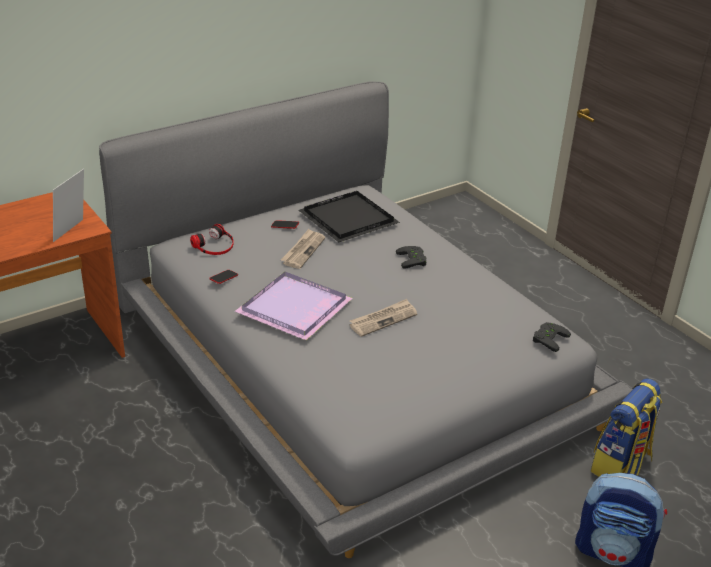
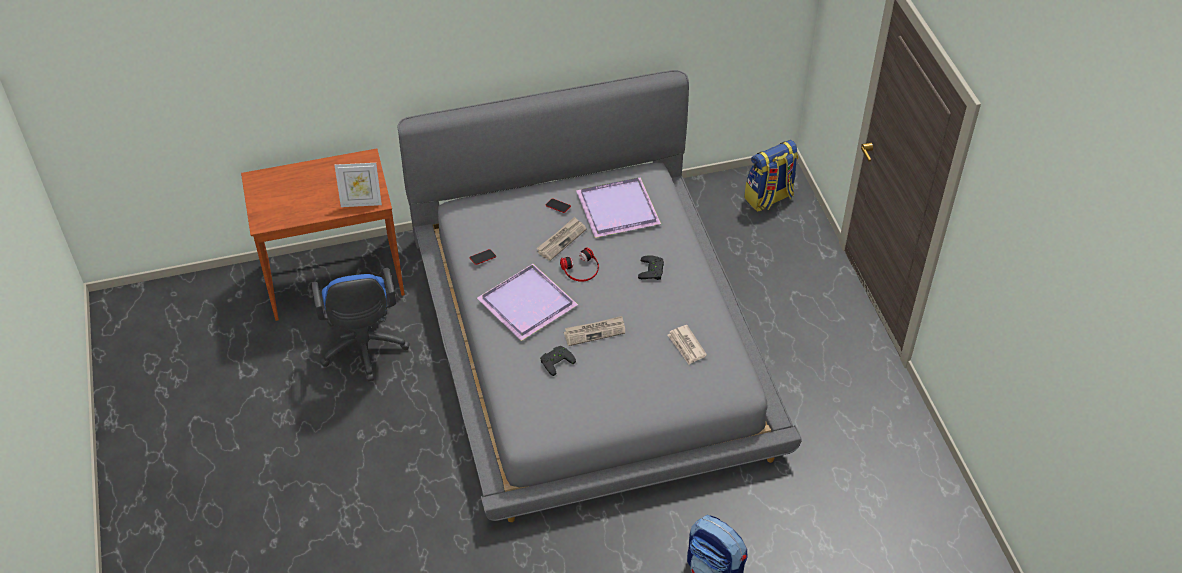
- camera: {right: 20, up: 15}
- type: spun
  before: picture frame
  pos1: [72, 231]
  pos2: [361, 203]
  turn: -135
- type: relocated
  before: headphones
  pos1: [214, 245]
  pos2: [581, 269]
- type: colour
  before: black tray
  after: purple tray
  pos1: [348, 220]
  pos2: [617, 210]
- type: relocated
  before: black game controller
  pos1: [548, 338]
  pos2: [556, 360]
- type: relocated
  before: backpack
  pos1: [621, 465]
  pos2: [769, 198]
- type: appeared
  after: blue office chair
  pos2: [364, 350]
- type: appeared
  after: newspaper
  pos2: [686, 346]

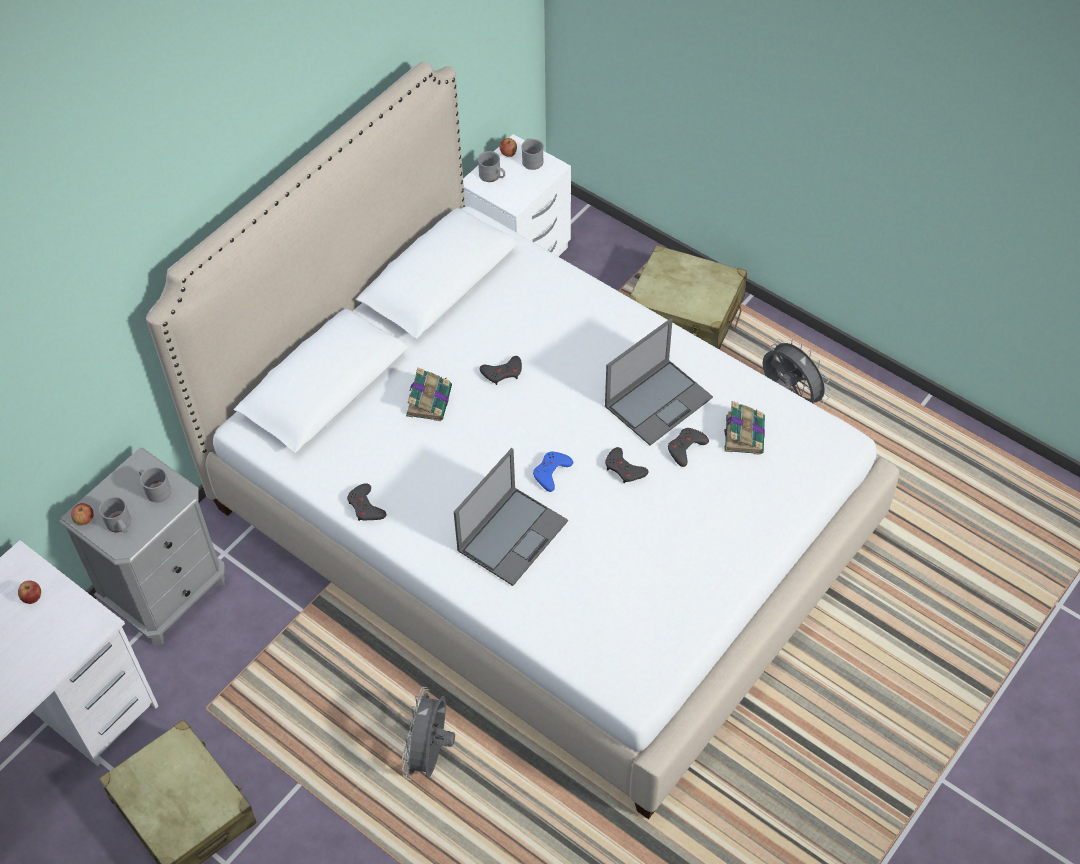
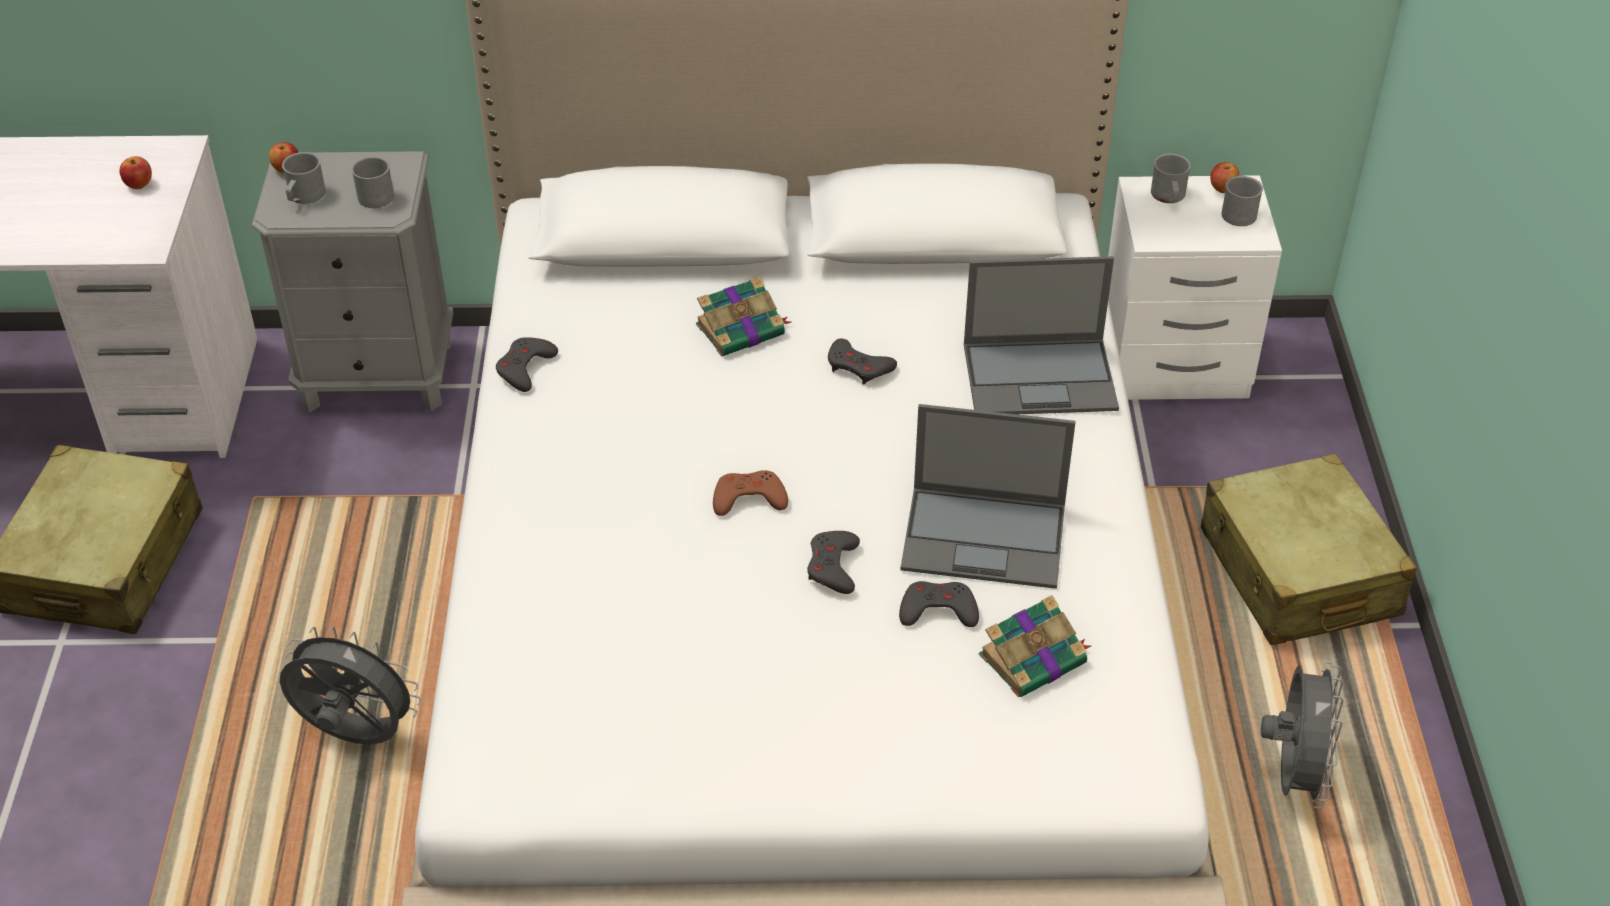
- camera: {right: 50, up: -10}
- type: spun
  before: grey fan
  pos1: [430, 755]
  pos2: [355, 736]
  turn: 45
- type: relocated
  before: laptop
  pos1: [513, 534]
  pos2: [1041, 376]
- type: colour
  before: blue game controller
  after: brown game controller
  pos1: [551, 472]
  pos2: [749, 499]

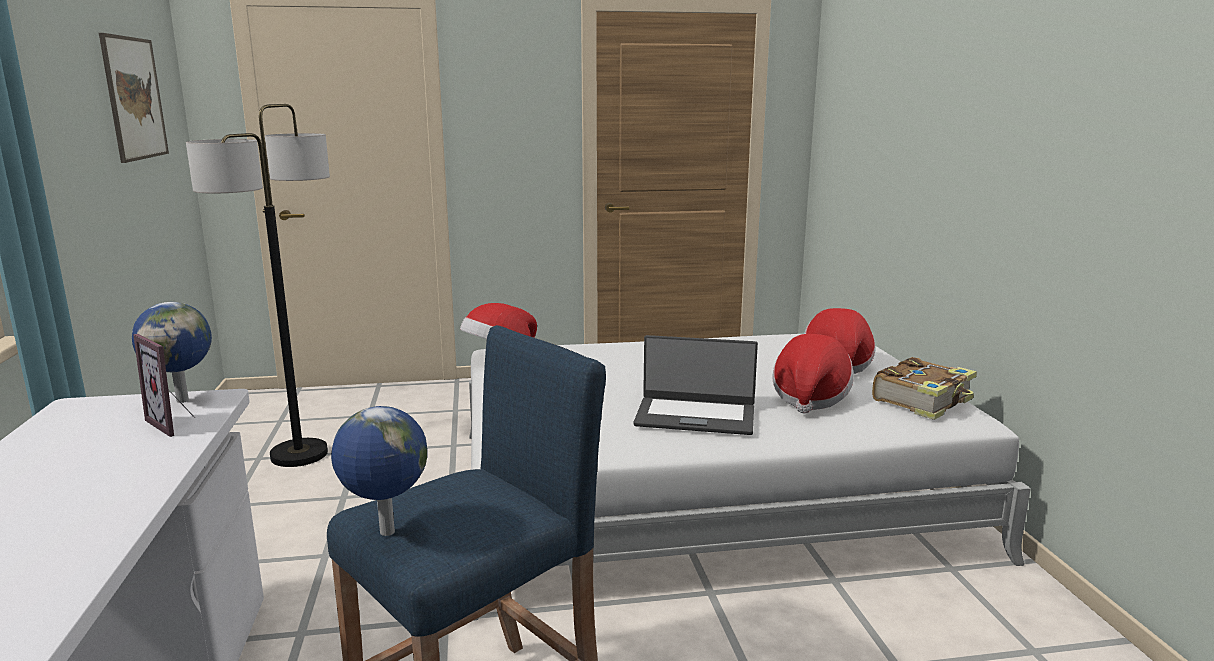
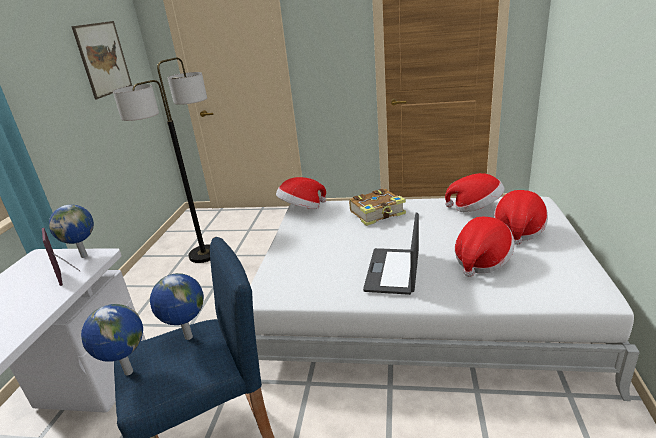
- camera: {right: 20, up: 10}
- type: spun
  before: laptop
  pos1: [695, 416]
  pos2: [393, 271]
  turn: 75
- type: relocated
  before: book
  pos1: [924, 401]
  pos2: [378, 213]
- type: appeared
  after: globe
  pos2: [188, 337]
- type: appeared
  after: hat
  pos2: [475, 208]

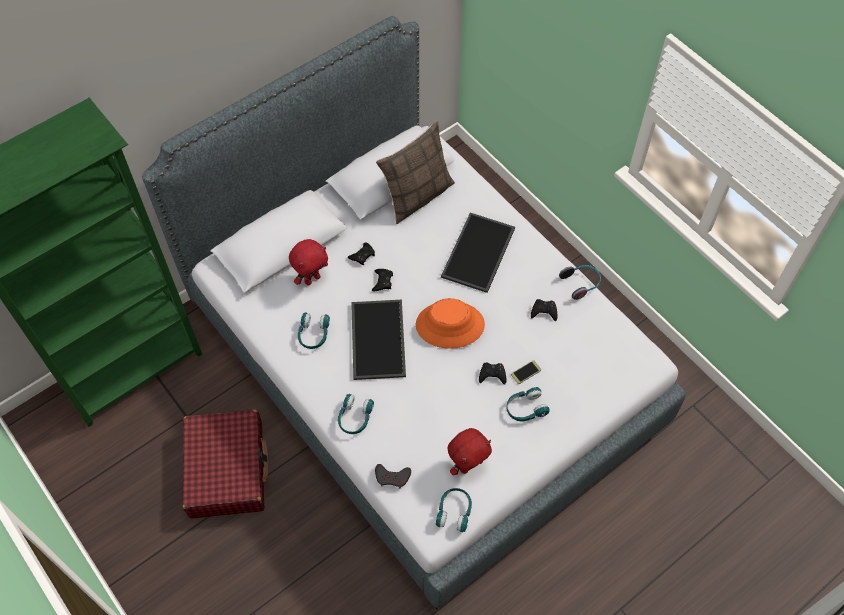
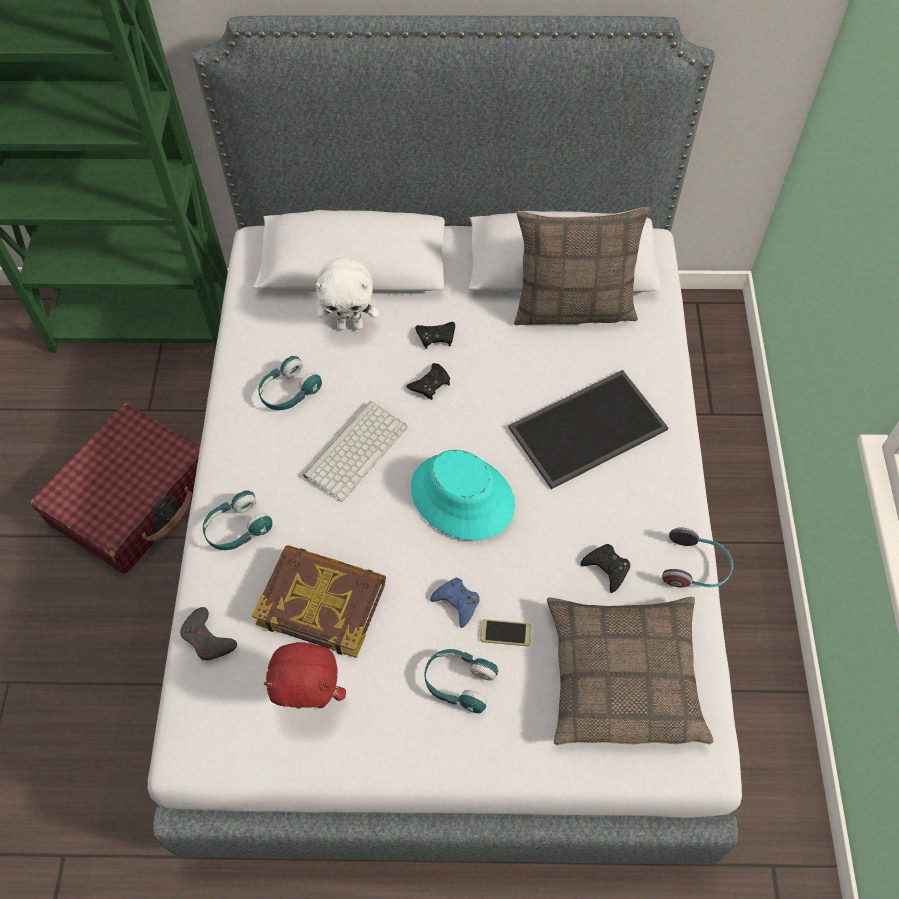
- camera: {right: 40, up: 0}
- type: colour
  before: red plush toy
  after: white plush toy
  pos1: [312, 279]
  pos2: [350, 325]
- type: exchanged
  before: tray
  after: keyboard
  pos1: [376, 338]
  pos2: [355, 449]
- type: colour
  before: orange hat
  after: turquoise hat
  pos1: [450, 325]
  pos2: [462, 497]
- type: missing
  before: turquoise headphones
  pos1: [454, 512]
- type: colour
  before: black game controller
  after: blue game controller
  pos1: [492, 375]
  pos2: [457, 602]
- type: appeared
  after: book
  pos2: [322, 602]
- type: appeared
  after: pillow
  pos2: [623, 675]

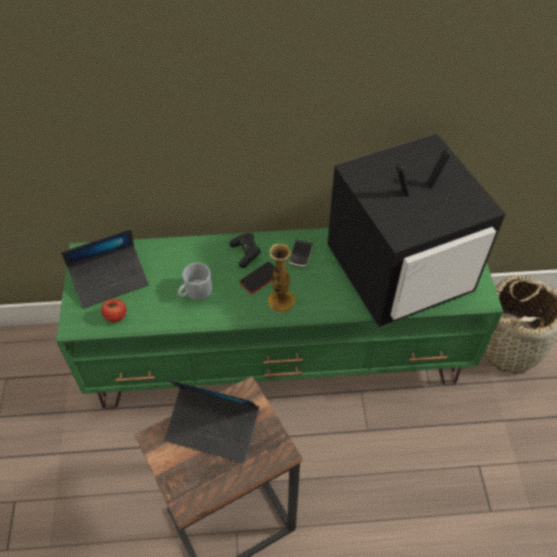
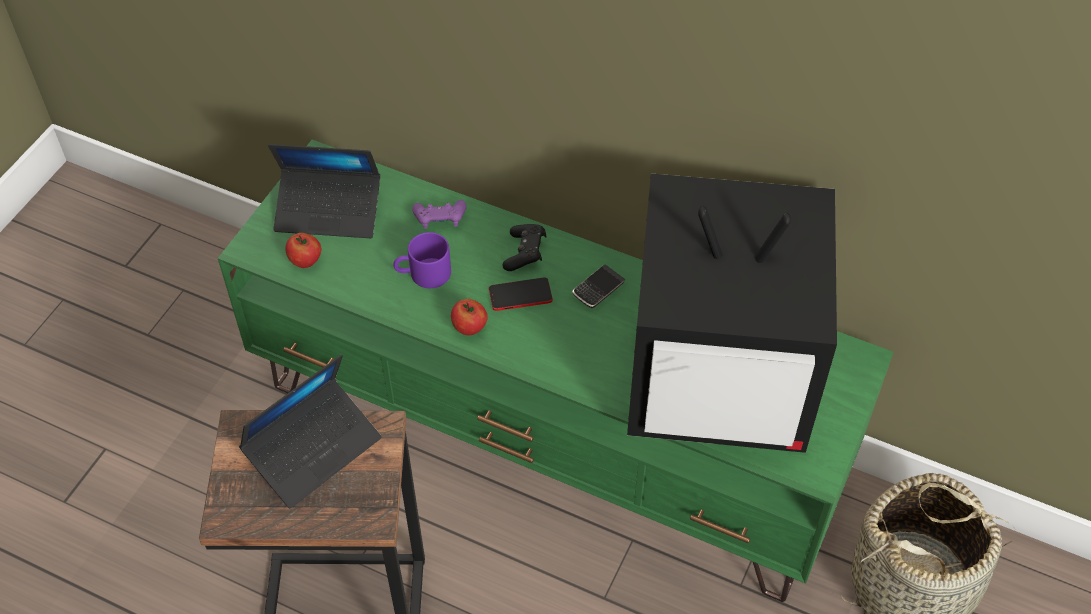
- camera: {right: 30, up: 0}
- type: spun
  before: laptop
  pos1: [213, 428]
  pos2: [313, 449]
  turn: -90
- type: colour
  before: grey mug
  after: purple mug
  pos1: [195, 292]
  pos2: [423, 274]
- type: missing
  before: vase
  pos1: [281, 300]
- type: appeared
  after: purple game controller
  pos2: [440, 221]
- type: appeared
  after: apple
  pos2: [469, 328]

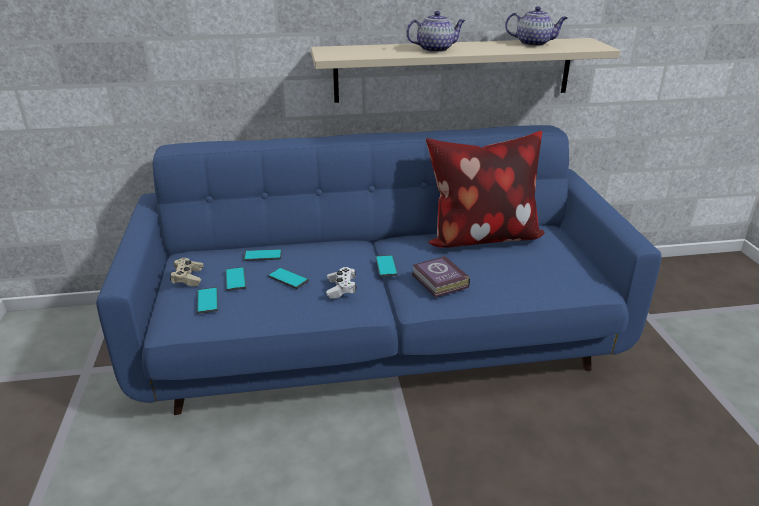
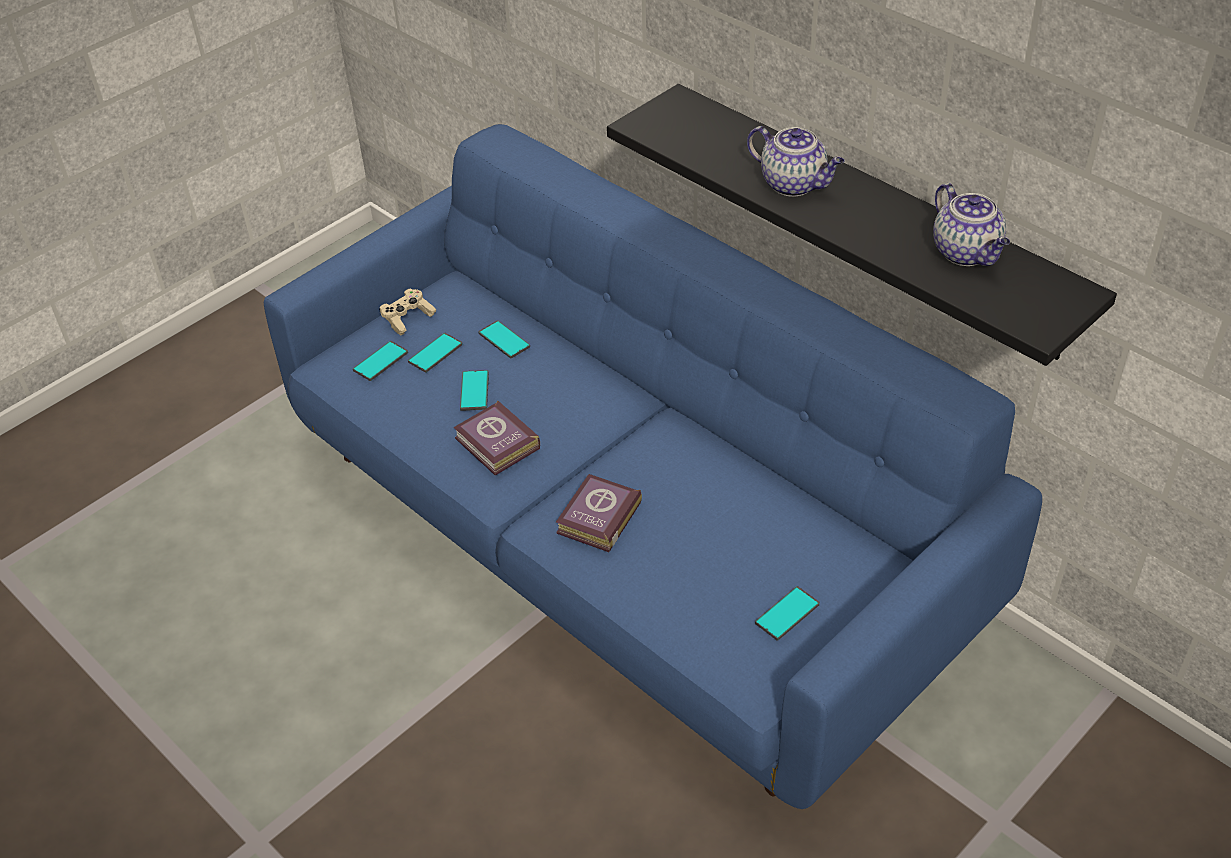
- camera: {right: 55, up: 15}
- type: colour
  before: beige shelf
  after: black shelf
  pos1: [454, 70]
  pos2: [872, 219]
- type: exchanged
  before: white game controller
  after: book
  pos1: [341, 289]
  pos2: [497, 445]
- type: relocated
  before: phone
  pos1: [386, 266]
  pos2: [787, 613]
- type: missing
  before: pillow
  pos1: [481, 238]

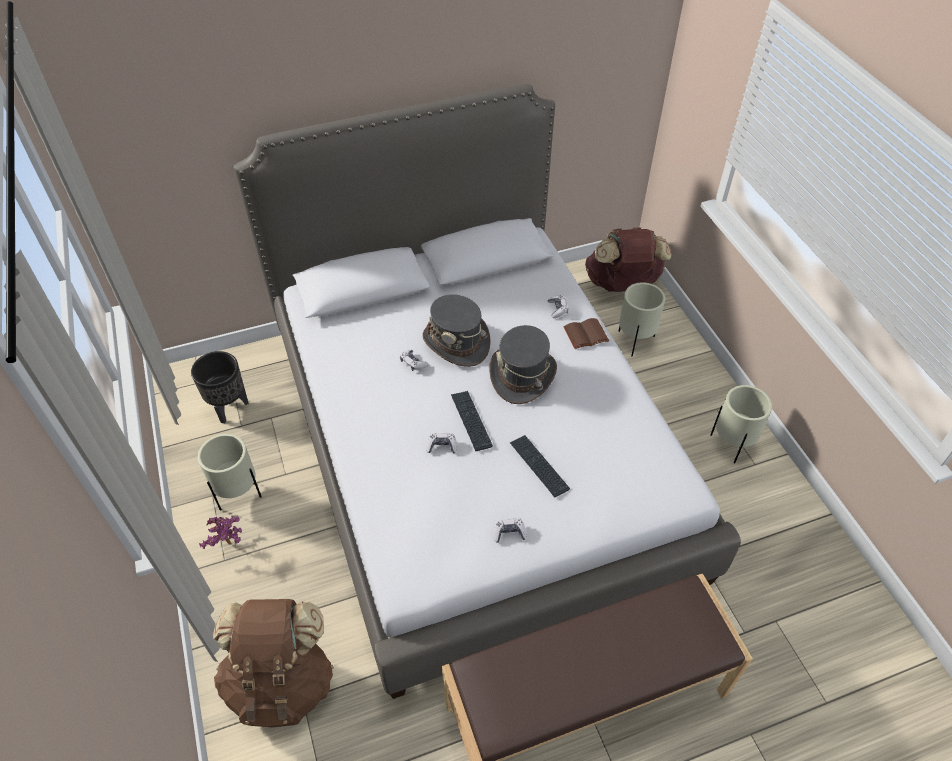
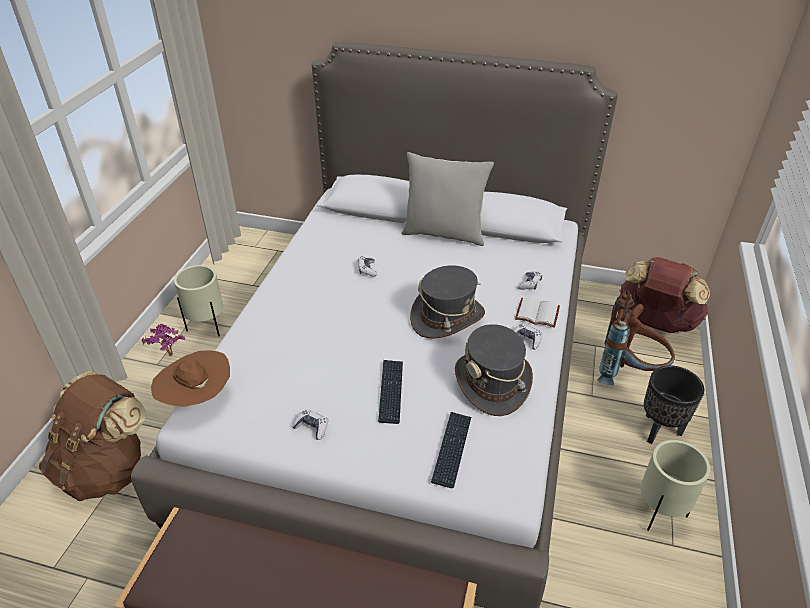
- camera: {right: 35, up: -10}
- type: relocated
  before: black planter
  pos1: [229, 407]
  pos2: [659, 430]
- type: relocated
  before: grey hat
  pos1: [456, 342]
  pos2: [492, 383]
- type: relocated
  before: game controller
  pos1: [442, 446]
  pos2: [526, 339]
- type: relocated
  before: keyboard
  pos1: [471, 421]
  pos2: [452, 449]
- type: colour
  before: brown book
  after: white book
  pos1: [585, 335]
  pos2: [536, 314]
- type: exchanged
  before: beige planter
  after: brown backpack
  pos1: [634, 341]
  pos2: [629, 372]
- type: appeared
  after: brown hat
  pos2: [197, 398]
- type: appeared
  after: grey pillow
  pos2: [444, 233]

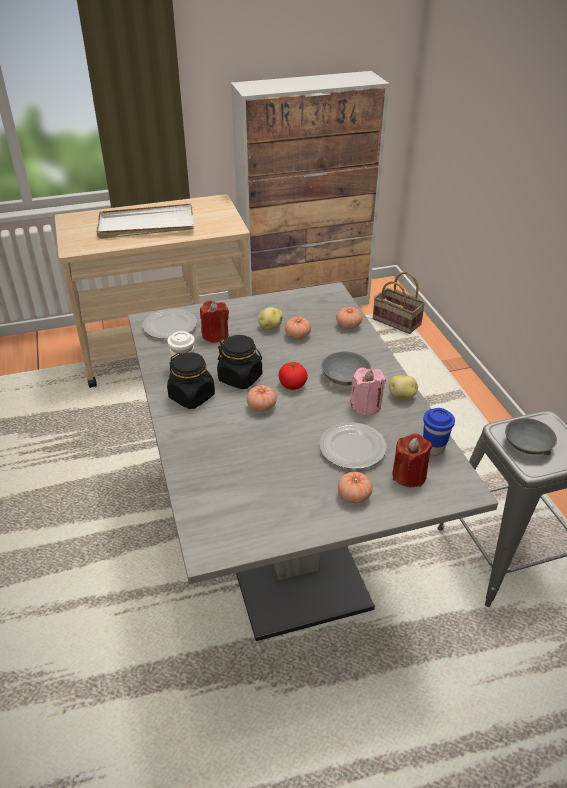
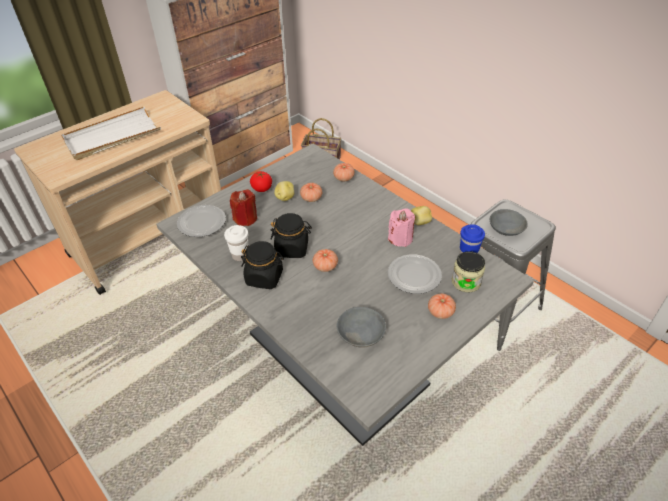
- camera: {right: -25, up: 5}
- type: relocated
  before: tomato
  pos1: [292, 385]
  pos2: [262, 188]
- type: relocated
  before: grey bowl
  pos1: [344, 376]
  pos2: [359, 334]
- type: exchanged
  before: red candle
  after: jar
  pos1: [409, 475]
  pos2: [466, 282]

